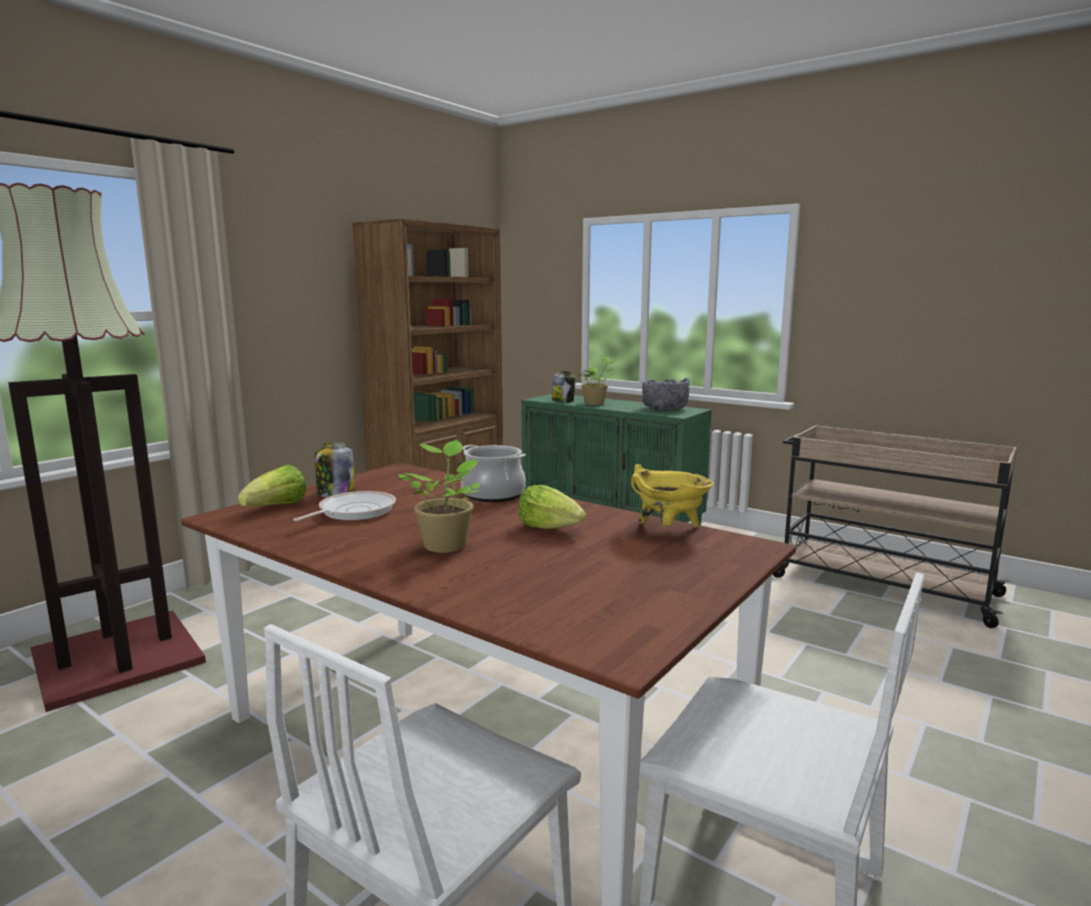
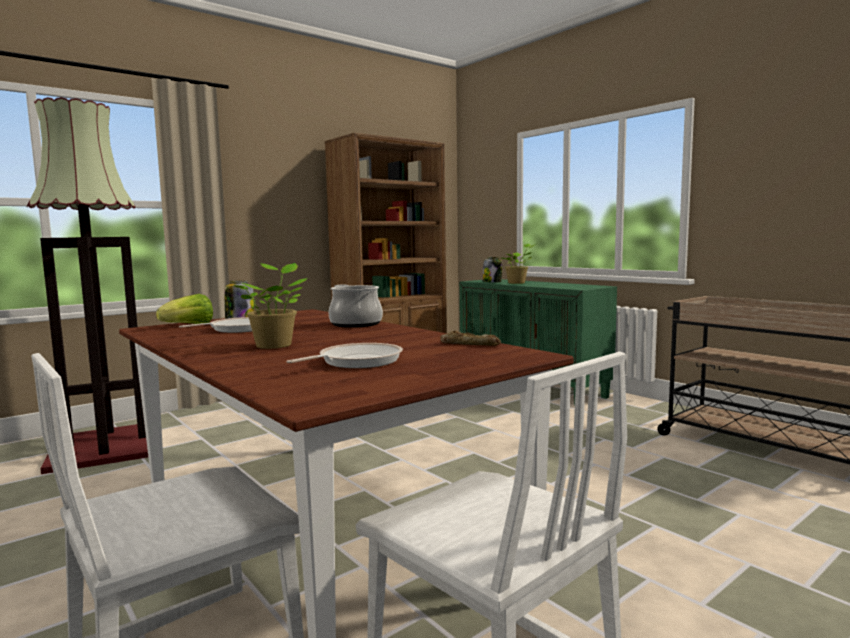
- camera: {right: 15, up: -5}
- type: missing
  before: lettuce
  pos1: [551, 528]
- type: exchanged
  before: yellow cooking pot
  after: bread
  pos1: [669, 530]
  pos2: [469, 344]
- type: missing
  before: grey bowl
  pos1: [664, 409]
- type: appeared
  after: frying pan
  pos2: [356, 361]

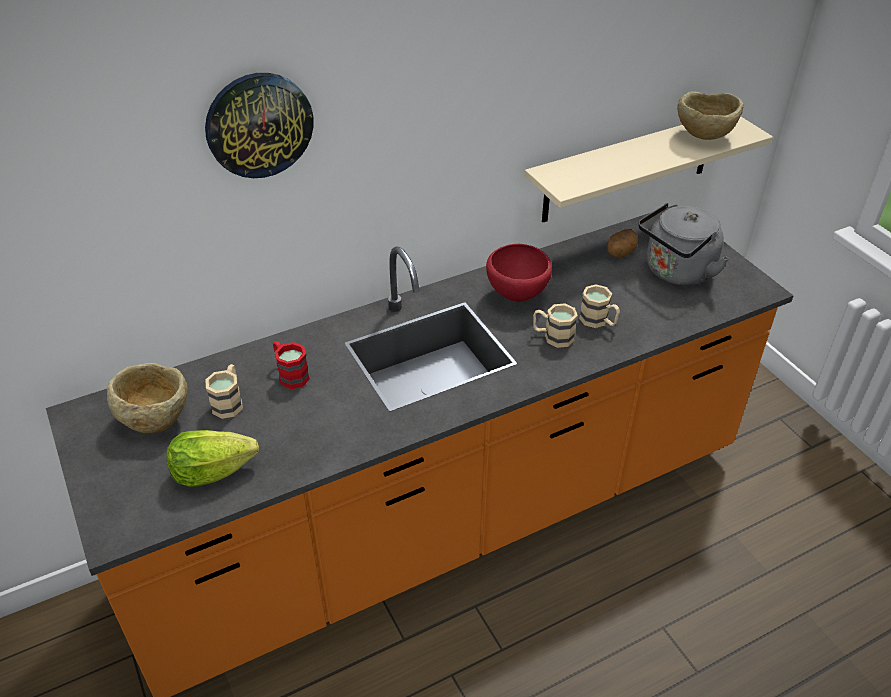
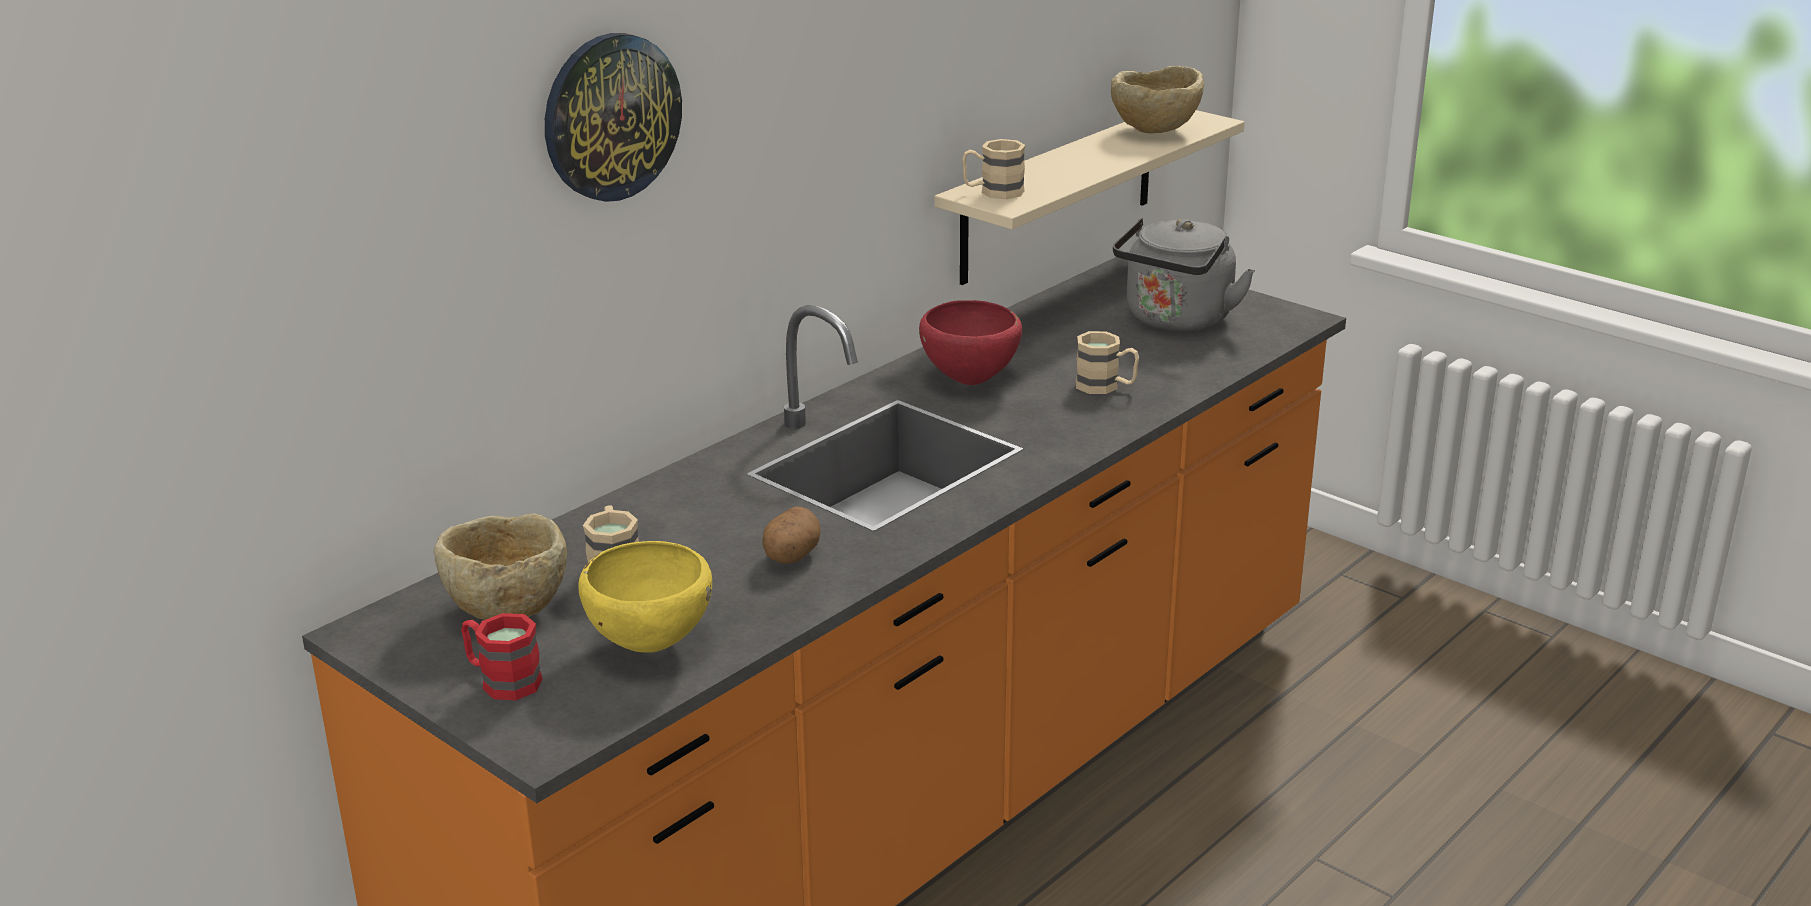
- camera: {right: -20, up: -15}
- type: exchanged
  before: lettuce
  after: yellow bowl
  pos1: [212, 471]
  pos2: [649, 646]
- type: relocated
  before: red mug
  pos1: [290, 374]
  pos2: [502, 680]
- type: relocated
  before: beige mug
  pos1: [552, 336]
  pos2: [993, 192]
- type: relocated
  before: potato
  pos1: [619, 253]
  pos2: [790, 557]

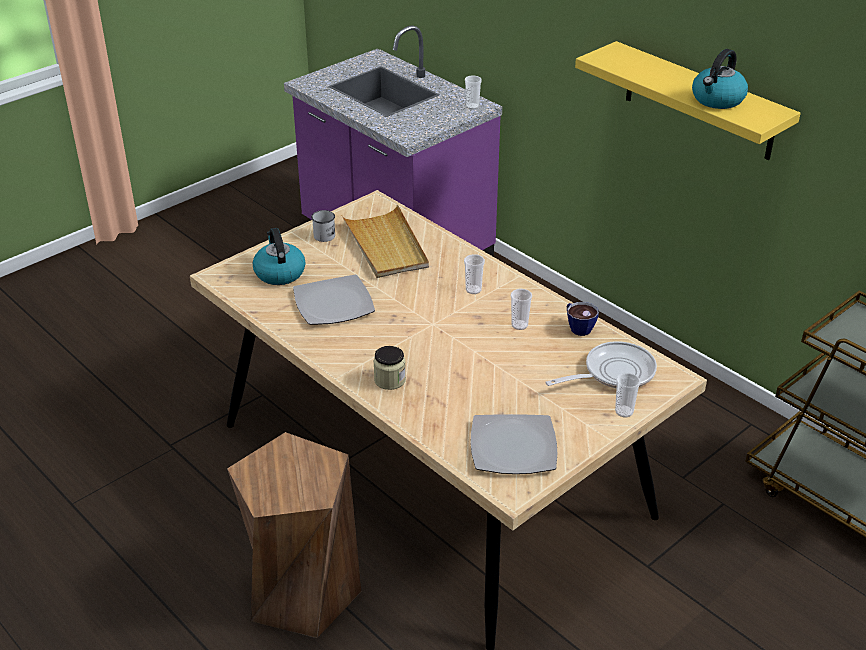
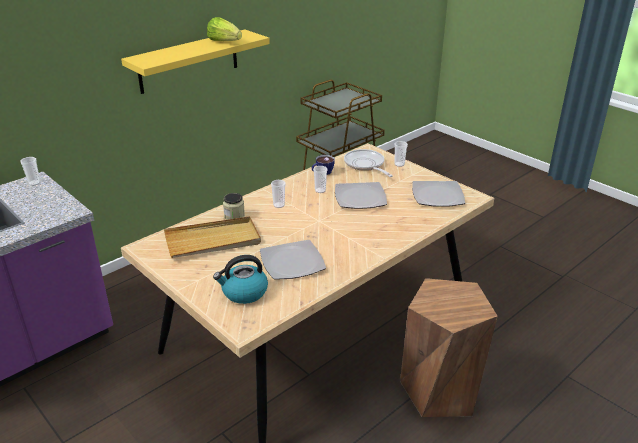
- camera: {right: -90, up: -5}
- type: missing
  before: white mug
  pos1: [326, 234]
- type: relocated
  before: jar
  pos1: [390, 380]
  pos2: [234, 216]
- type: exchanged
  before: kettle
  after: lettuce
  pos1: [717, 100]
  pos2: [224, 42]
- type: appeared
  after: plate
  pos2: [359, 198]

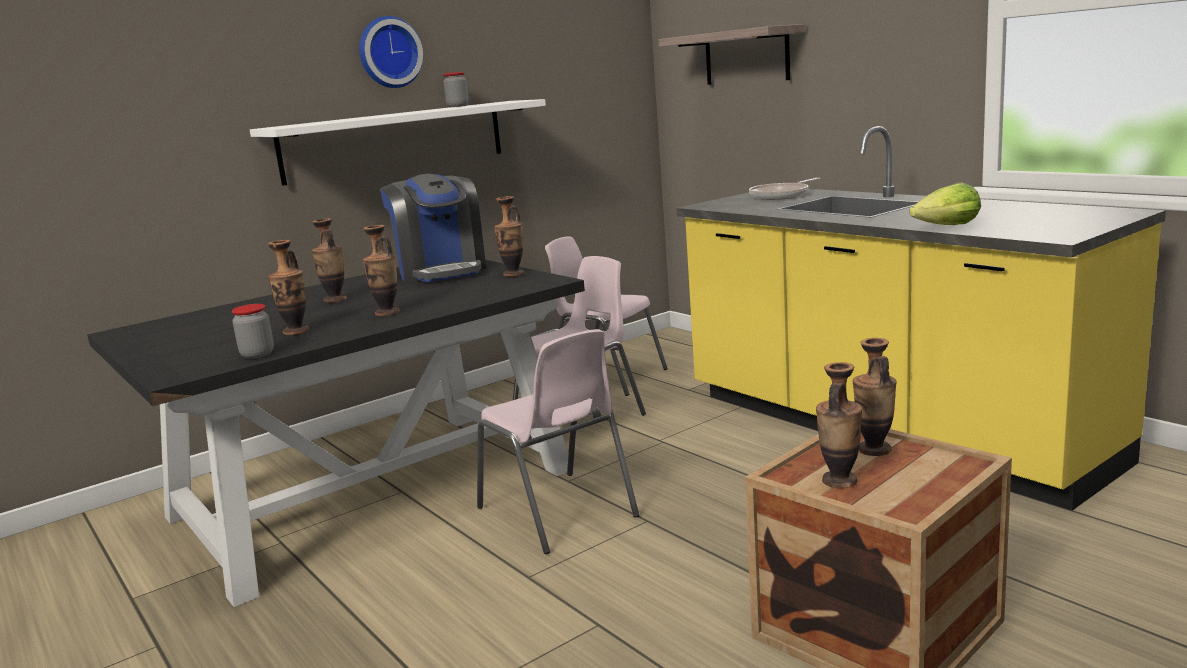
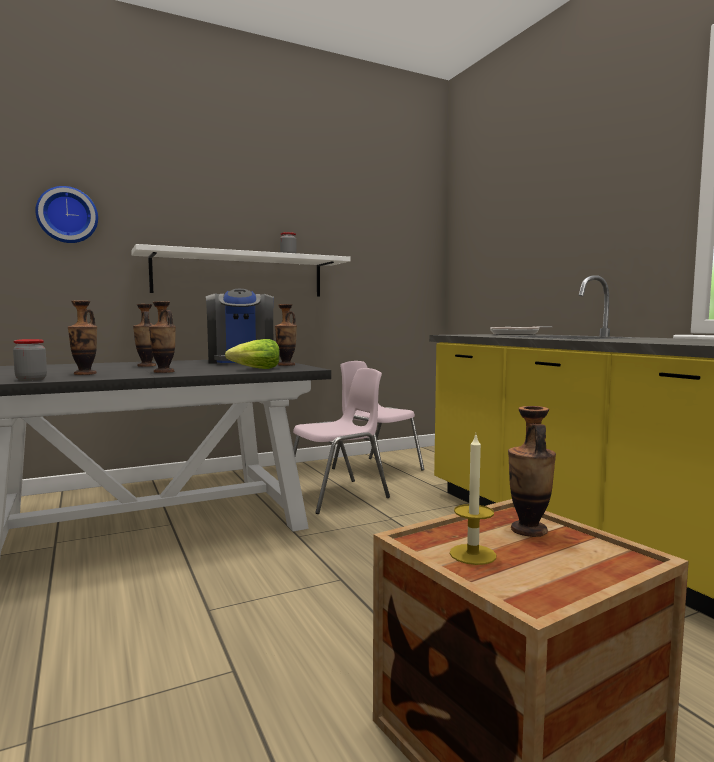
- camera: {right: 10, up: -10}
- type: relocated
  before: wall clock
  pos1: [389, 52]
  pos2: [67, 215]
- type: missing
  before: pink chair
  pos1: [558, 513]
- type: missing
  before: shelf
  pos1: [746, 56]
- type: exchanged
  before: vase
  after: candle
  pos1: [839, 481]
  pos2: [472, 554]
- type: relocated
  before: lettuce
  pos1: [947, 227]
  pos2: [255, 369]

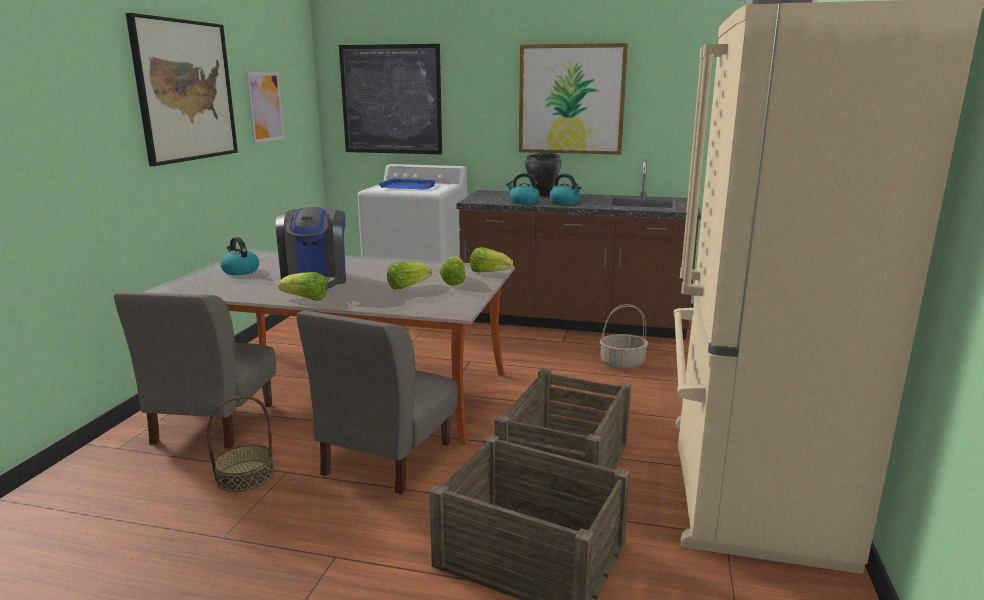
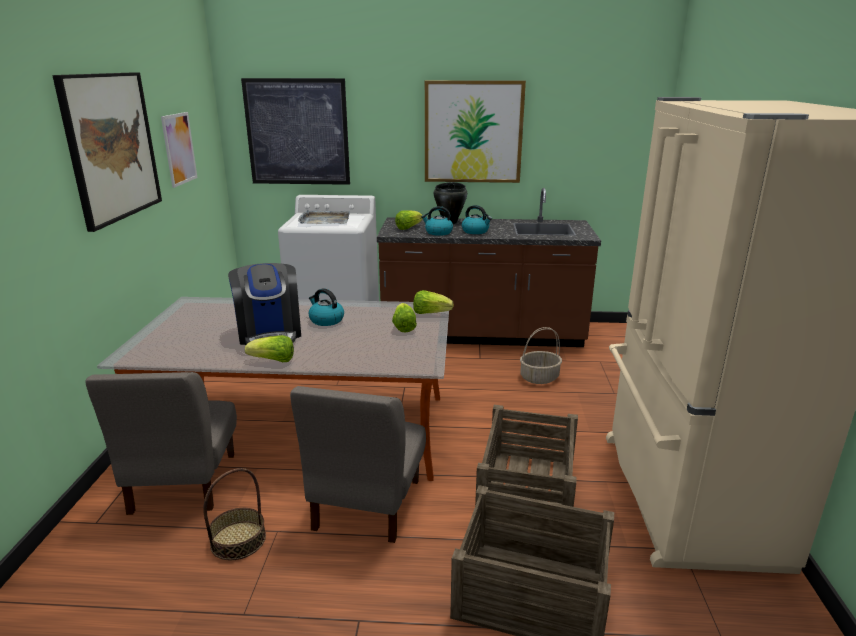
- camera: {right: -10, up: 5}
- type: relocated
  before: kettle
  pos1: [240, 271]
  pos2: [326, 320]
- type: colour
  before: blue tray
  after: grey tray
  pos1: [408, 187]
  pos2: [324, 220]
- type: relocated
  before: lettuce
  pos1: [407, 287]
  pos2: [408, 228]

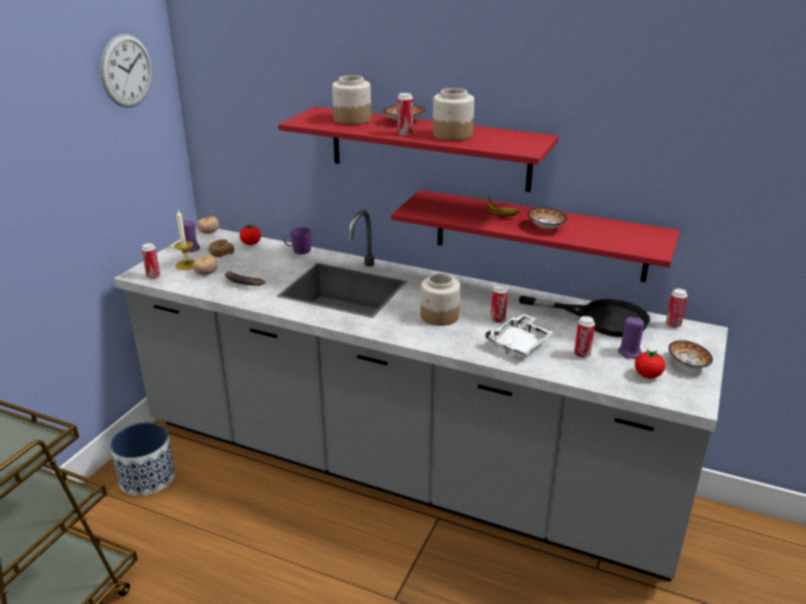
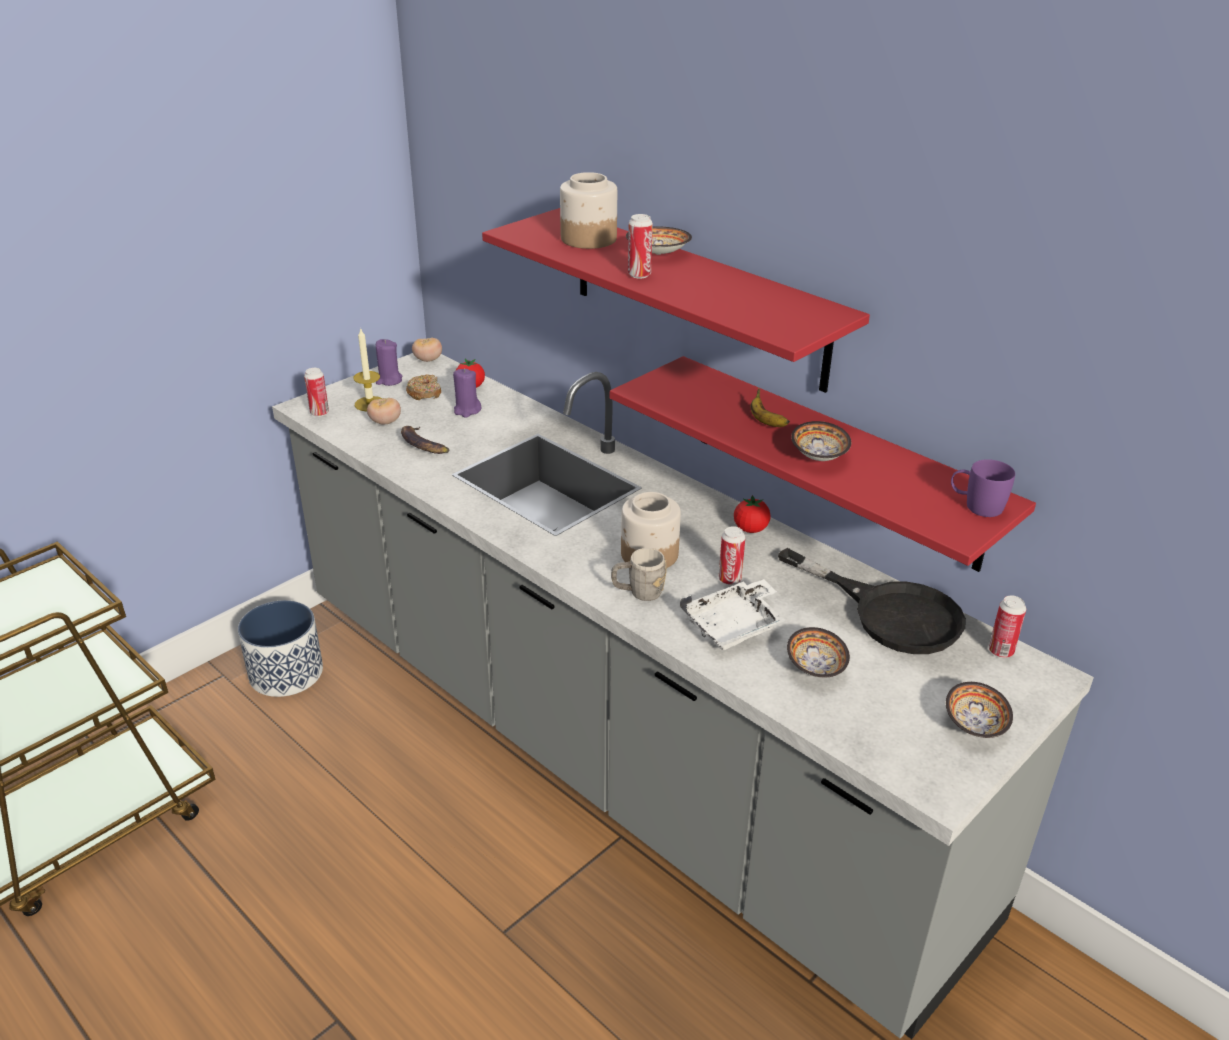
- camera: {right: 20, up: 5}
- type: missing
  before: wall clock
  pos1: [126, 71]
- type: relocated
  before: purple mug
  pos1: [298, 250]
  pos2: [976, 505]
- type: missing
  before: jar
  pos1: [452, 135]
- type: exchanged
  before: can
  after: bowl
  pos1: [582, 354]
  pos2: [816, 666]
- type: relocated
  before: purple candle
  pos1: [629, 352]
  pos2: [467, 410]
- type: relocated
  before: tomato
  pos1: [647, 375]
  pos2: [750, 529]
- type: appeared
  after: grey mug
  pos2: [638, 593]

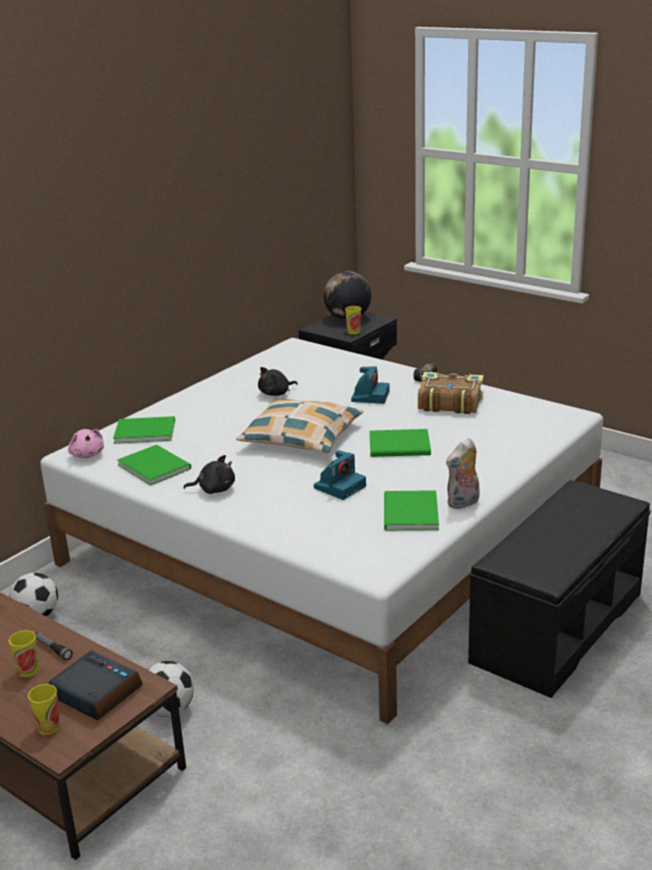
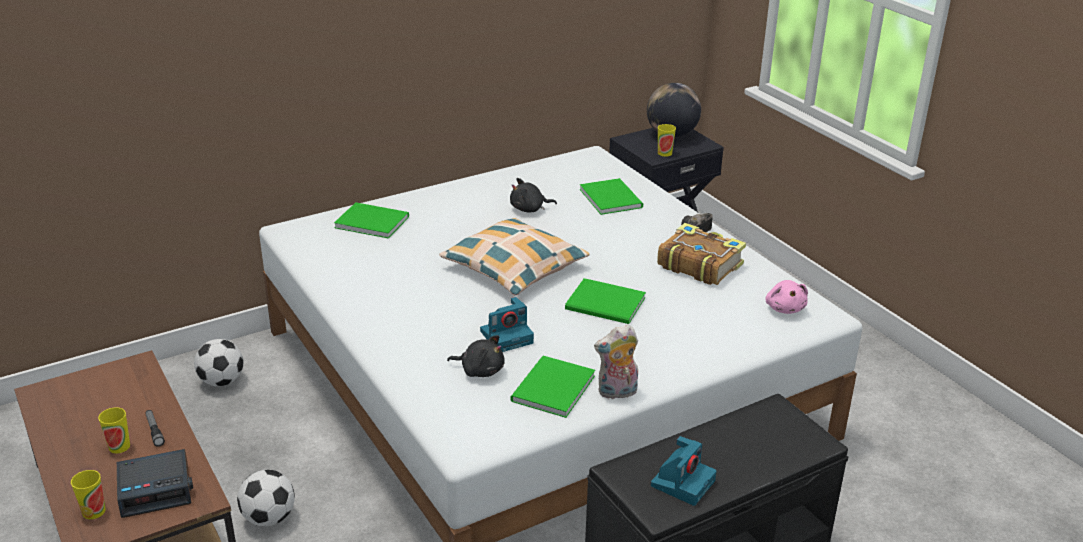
- camera: {right: 20, up: 5}
- type: spun
  before: alarm clock
  pos1: [95, 693]
  pos2: [156, 489]
  turn: 105
- type: relocated
  before: pink plush toy
  pos1: [87, 454]
  pos2: [785, 308]
- type: relocated
  before: green book
  pos1: [154, 465]
  pos2: [611, 197]
- type: relocated
  before: black plush toy
  pos1: [214, 489]
  pos2: [480, 370]
- type: relocated
  before: photo camera
  pos1: [370, 396]
  pos2: [683, 482]

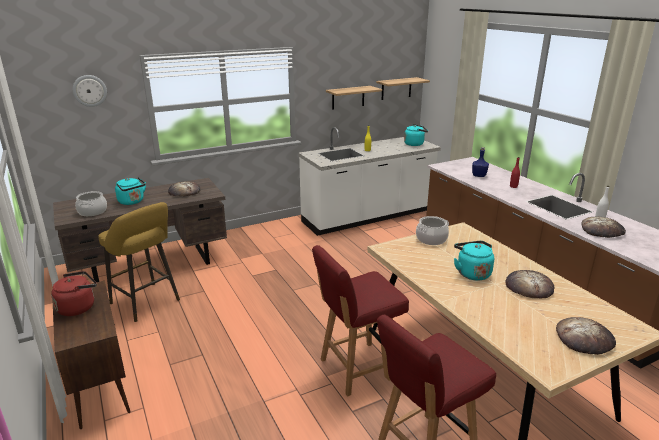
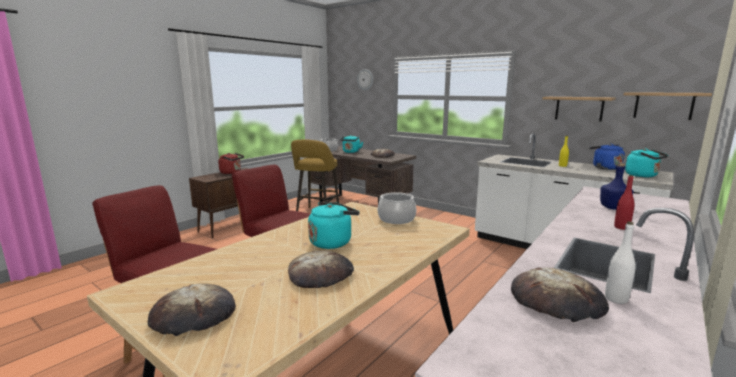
- camera: {right: 65, up: -10}
- type: appeared
  after: blue kettle
  pos2: [604, 168]

